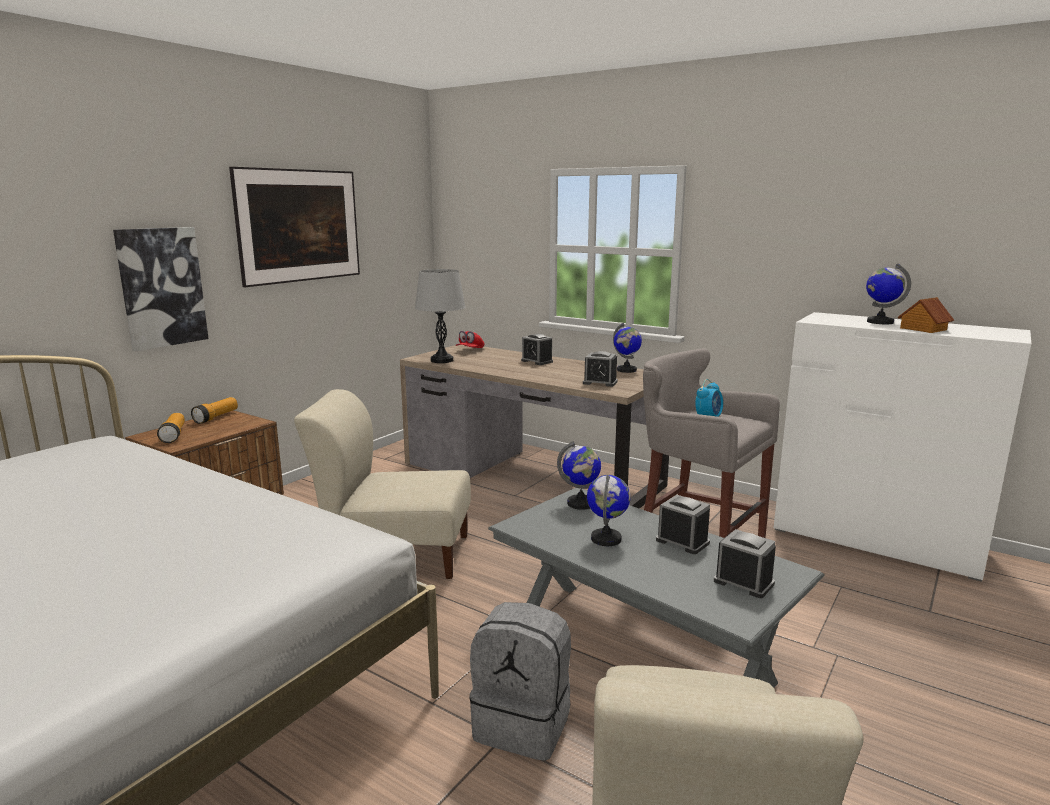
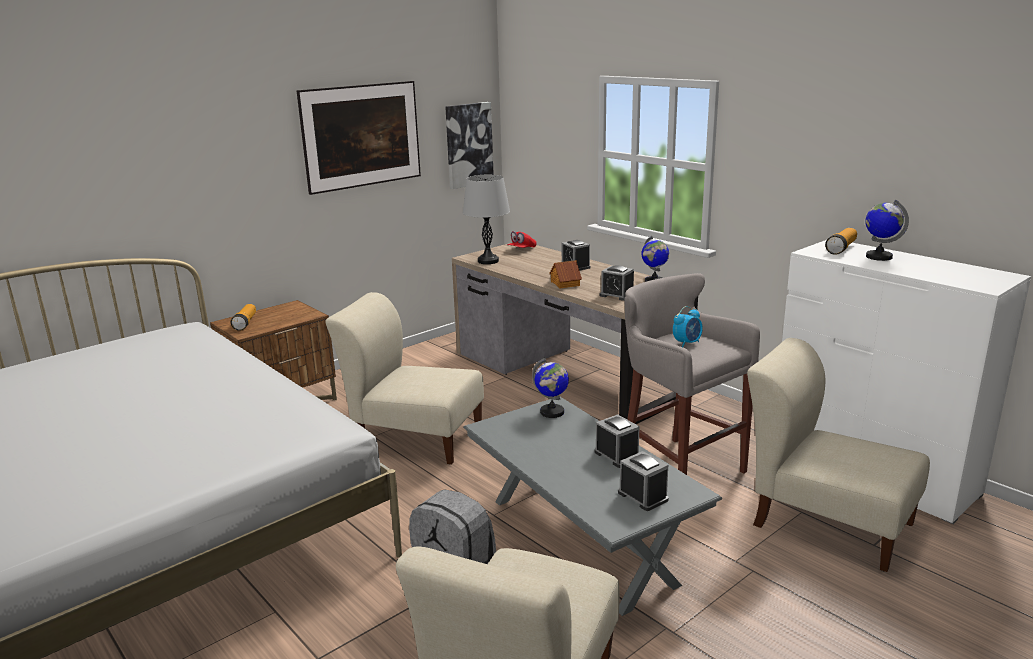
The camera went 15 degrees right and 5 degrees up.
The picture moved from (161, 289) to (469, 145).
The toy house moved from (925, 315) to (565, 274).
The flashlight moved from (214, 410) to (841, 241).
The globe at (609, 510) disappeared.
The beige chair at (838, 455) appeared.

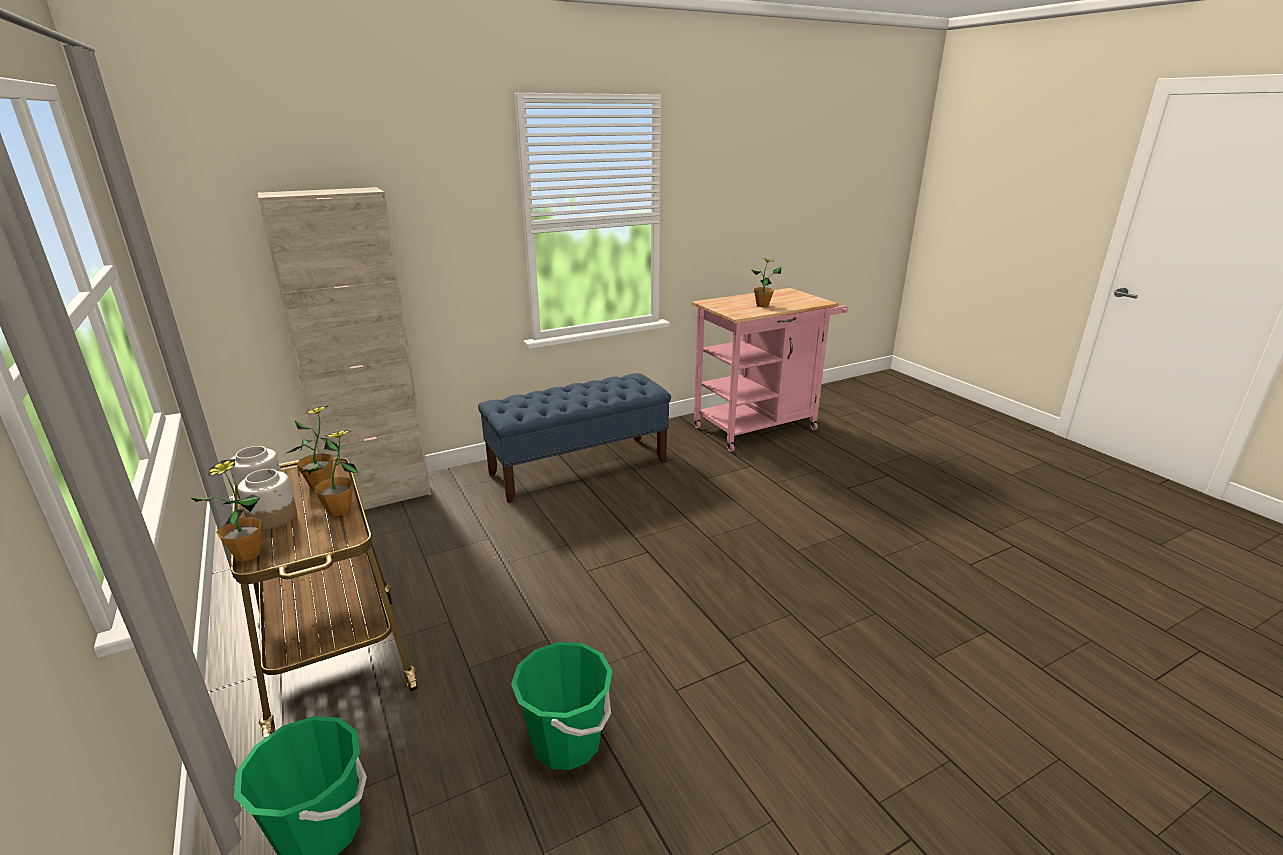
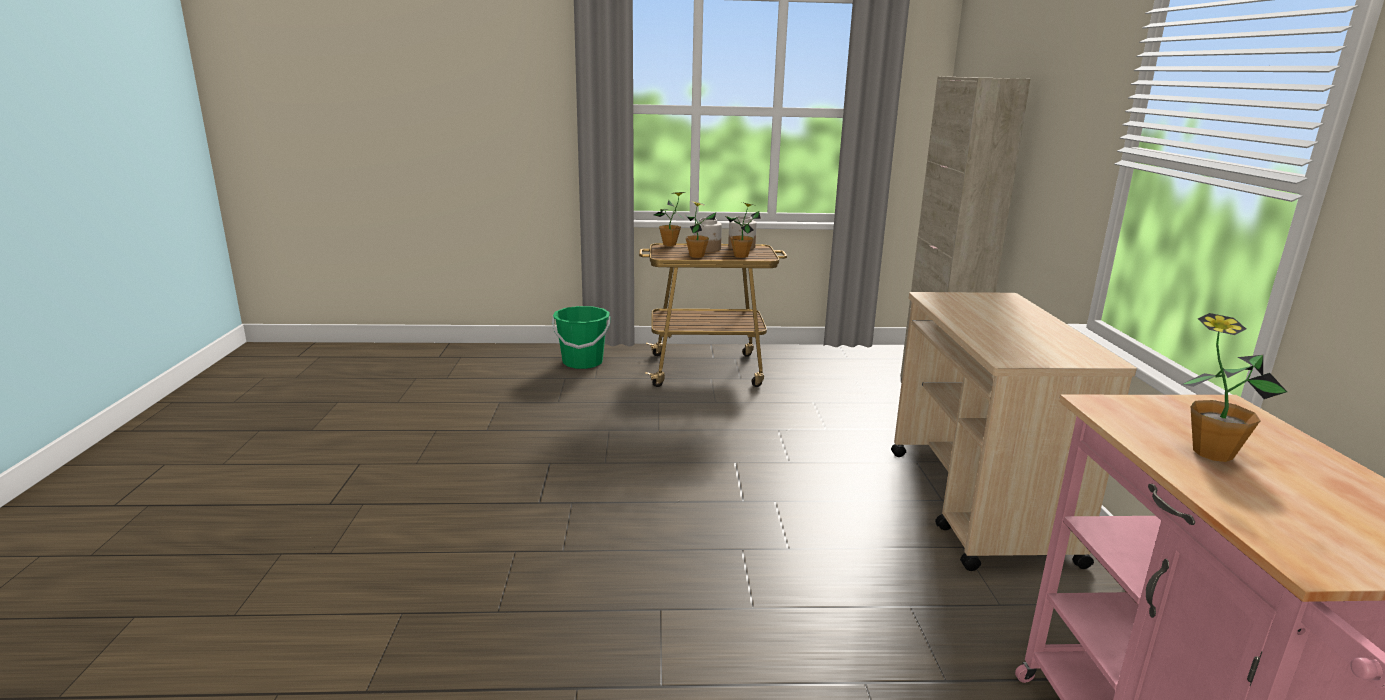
The camera went 115 degrees right and 5 degrees down.
The blue bench at (574, 438) was replaced by the beige cart at (1014, 431).
The green bucket at (561, 706) disappeared.

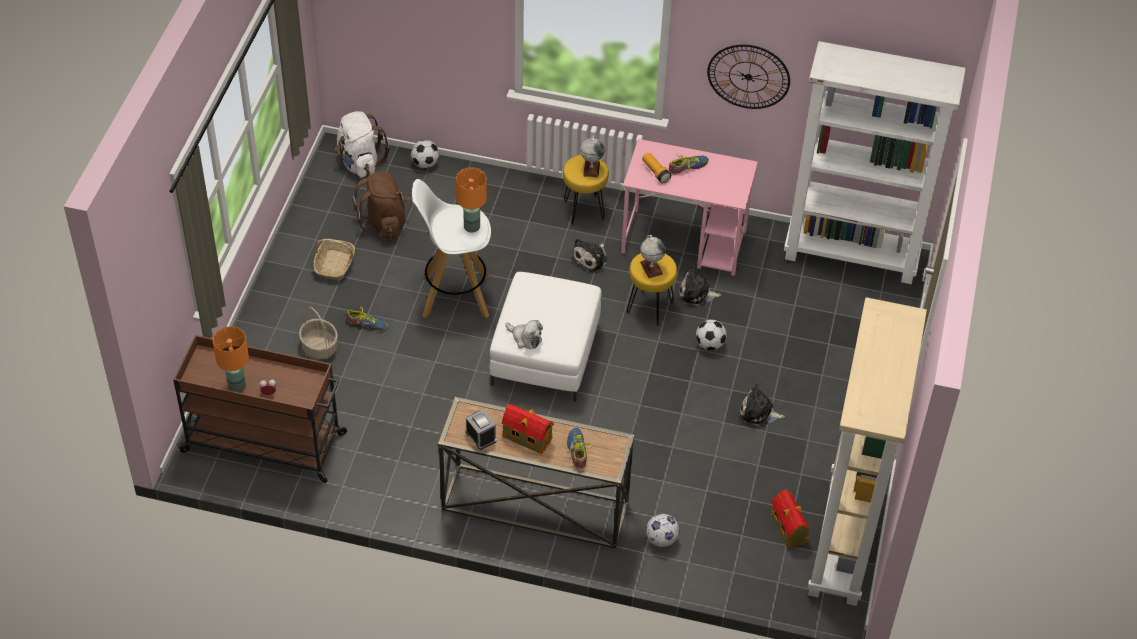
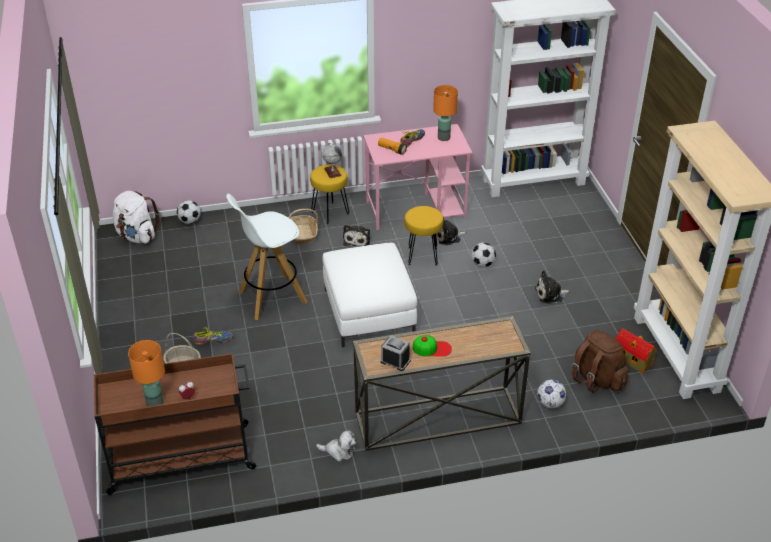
The camera went 25 degrees left and 10 degrees down.
The wall clock at (748, 76) disappeared.
The orange table lamp moved from (471, 199) to (445, 113).
The brown backpack moved from (381, 205) to (600, 361).
The globe at (653, 256) disappeared.
The basket moved from (334, 259) to (303, 226).
The plush toy moved from (524, 334) to (336, 446).
The toy house at (527, 429) was replaced by the cap at (432, 346).
The shoe at (580, 448) disappeared.

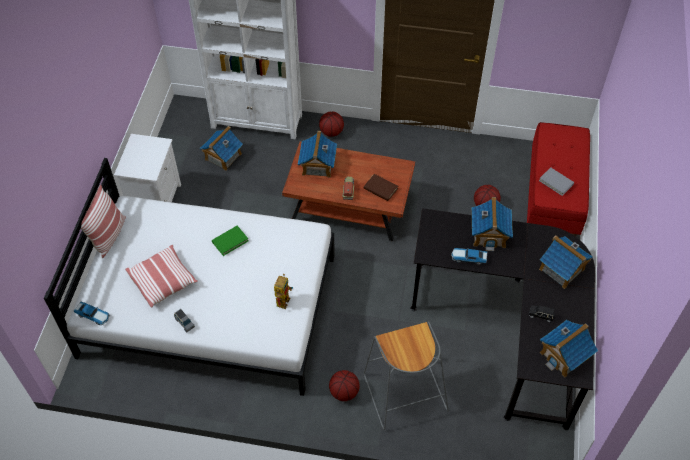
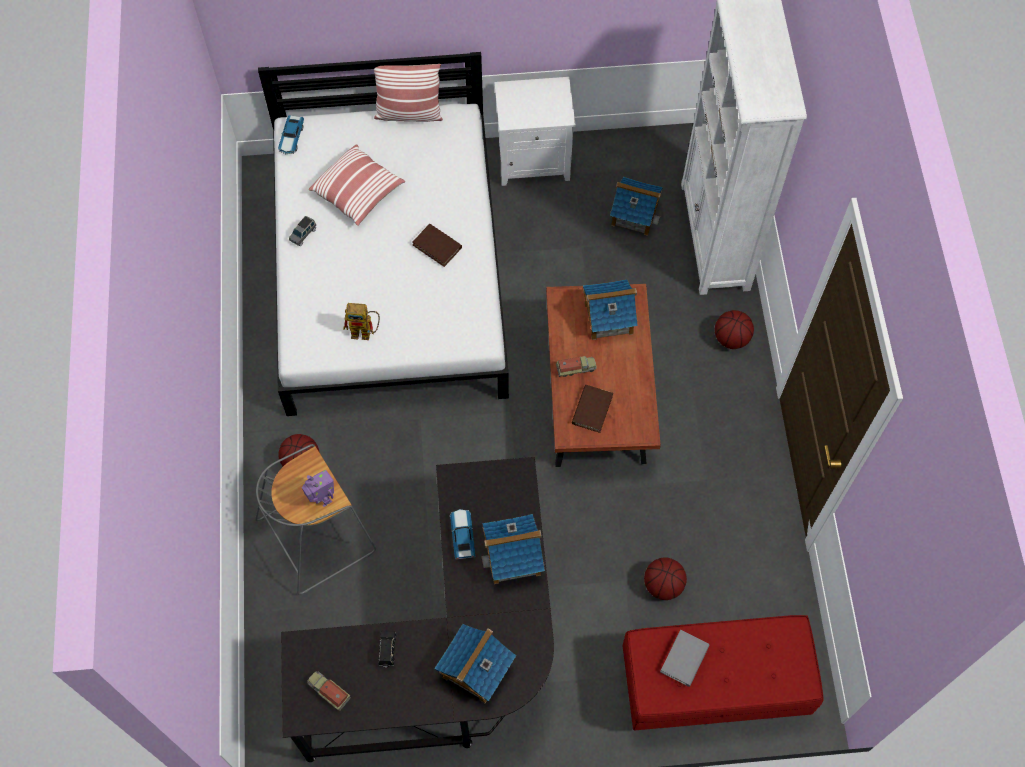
The camera went 75 degrees right and 10 degrees up.
The green book at (230, 241) became the brown book at (437, 245).
The toy house at (569, 349) was replaced by the toy truck at (329, 691).
The toy robot at (318, 488) appeared.

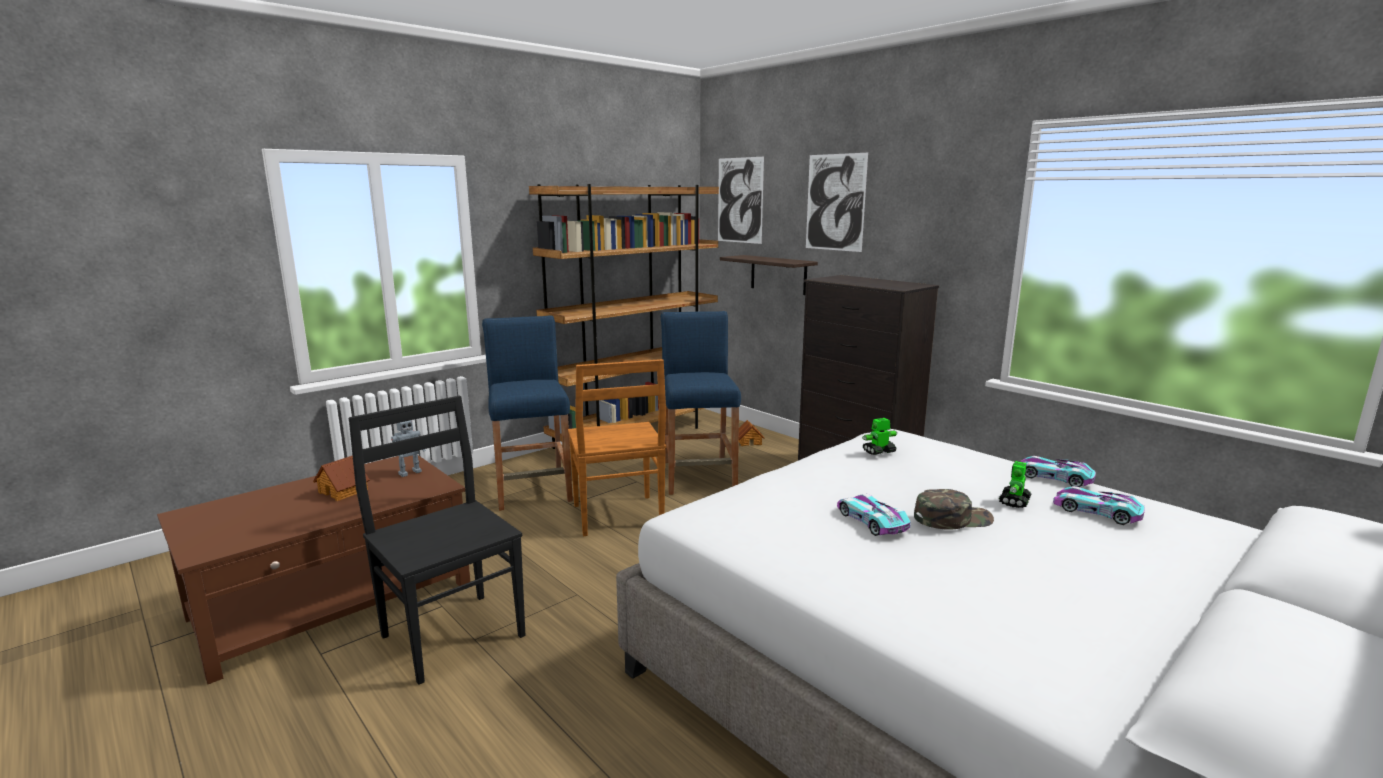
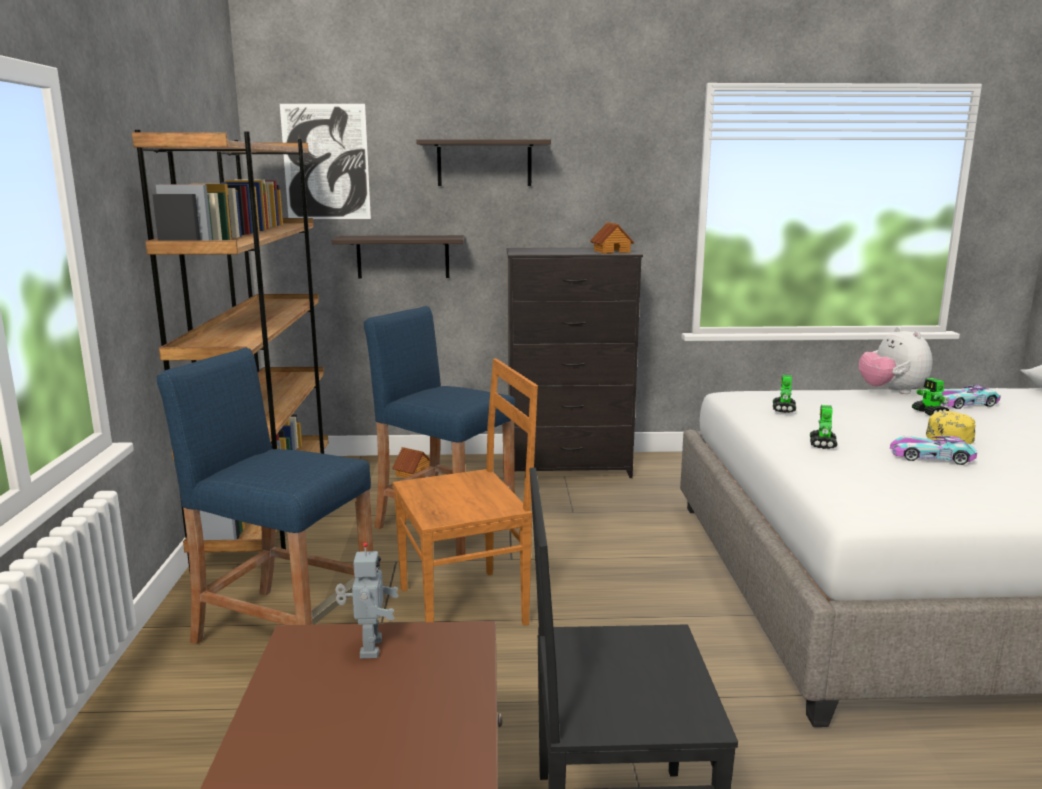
The camera went 50 degrees left and 0 degrees up.
The picture at (837, 202) was replaced by the shelf at (483, 162).
The brown chair at (617, 447) turned 45 degrees counterclockwise.
The toy house moved from (341, 478) to (612, 237).
The toy car at (1058, 471) was replaced by the plush toy at (896, 360).
The green cap at (954, 509) became the yellow cap at (950, 427).
The toy robot at (823, 427) appeared.

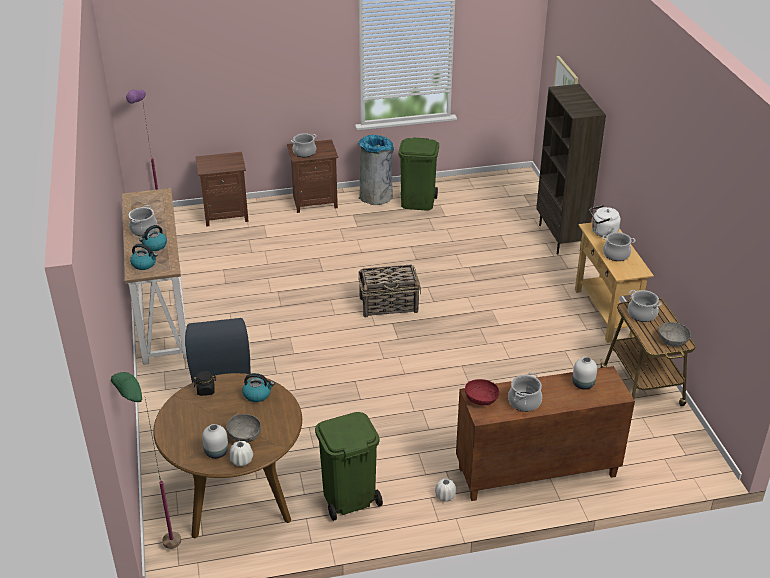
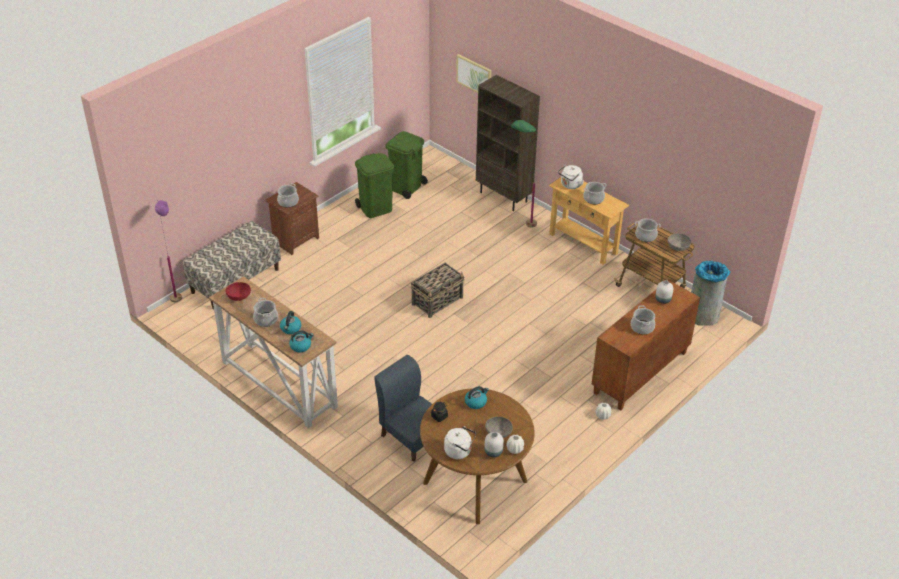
The camera went 35 degrees left and 5 degrees up.
The grey trash can moved from (376, 170) to (711, 293).
The brown nightstand at (222, 189) was replaced by the bench at (232, 265).
The green floor lamp moved from (146, 460) to (524, 174).
The red bowl moved from (482, 392) to (238, 291).
The green trash can moved from (349, 466) to (406, 165).
The white kettle at (460, 442) appeared.

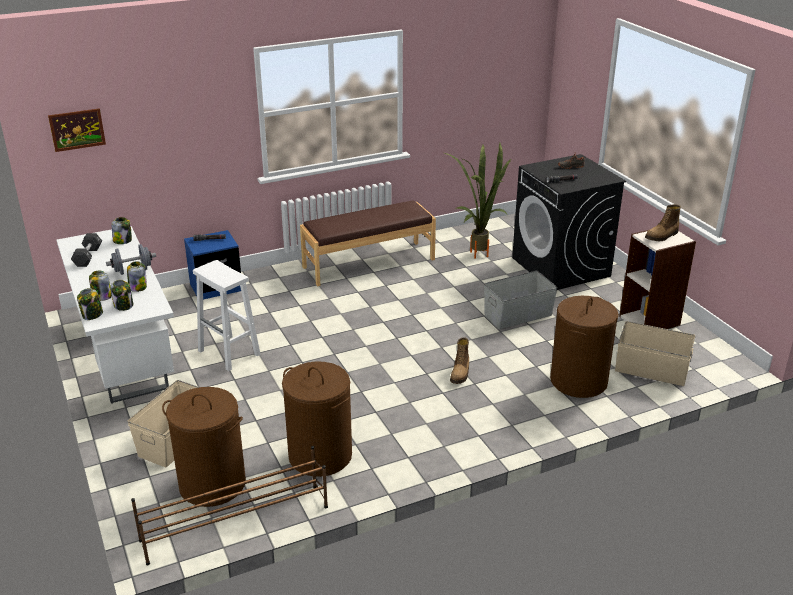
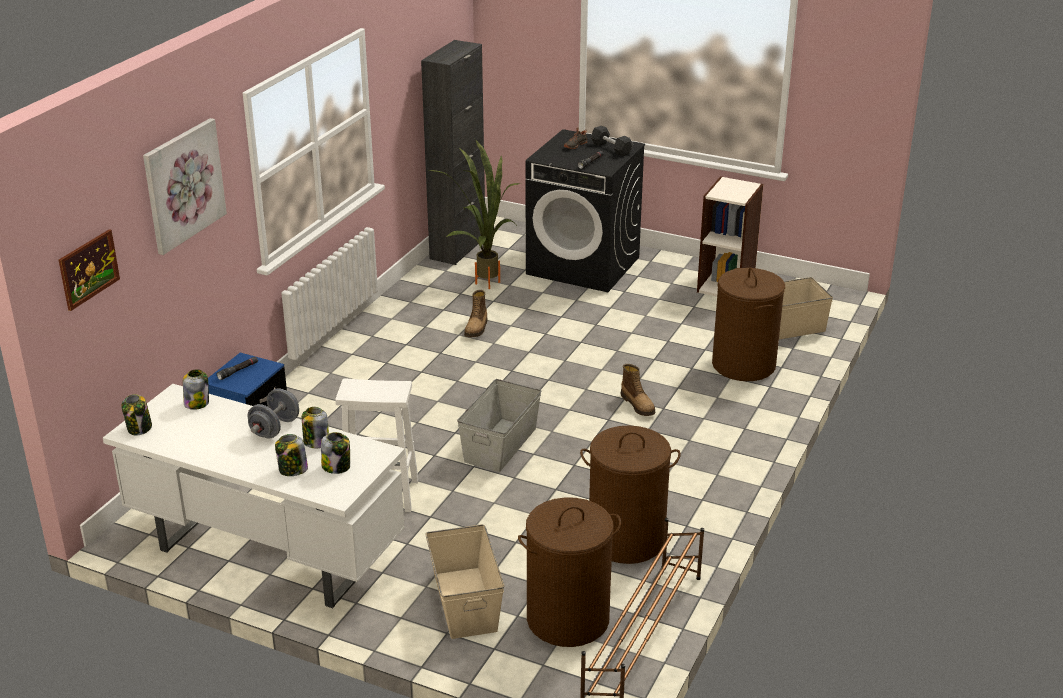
The camera went 40 degrees left and 0 degrees up.
The brown bench at (368, 243) disappeared.
The boot moved from (663, 222) to (475, 313).
The black dumbbell moved from (86, 250) to (612, 141).
The grey storage box moved from (521, 300) to (499, 425).
The jar moved from (90, 304) to (136, 415).
The black cabinet at (453, 152) appeared.
The picture at (185, 186) appeared.

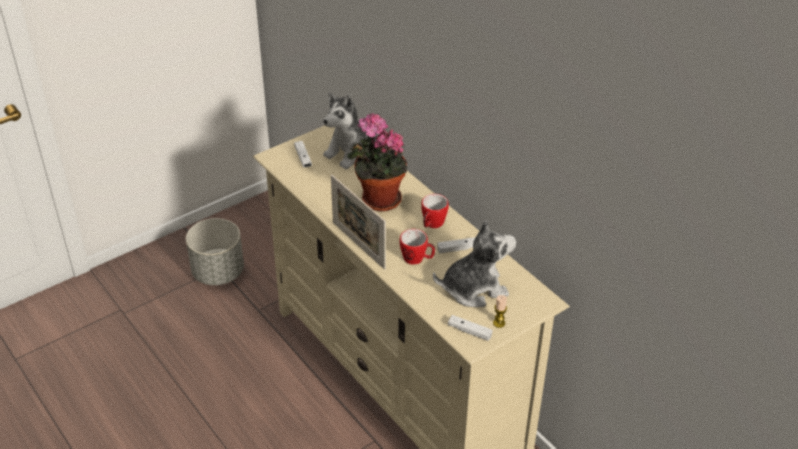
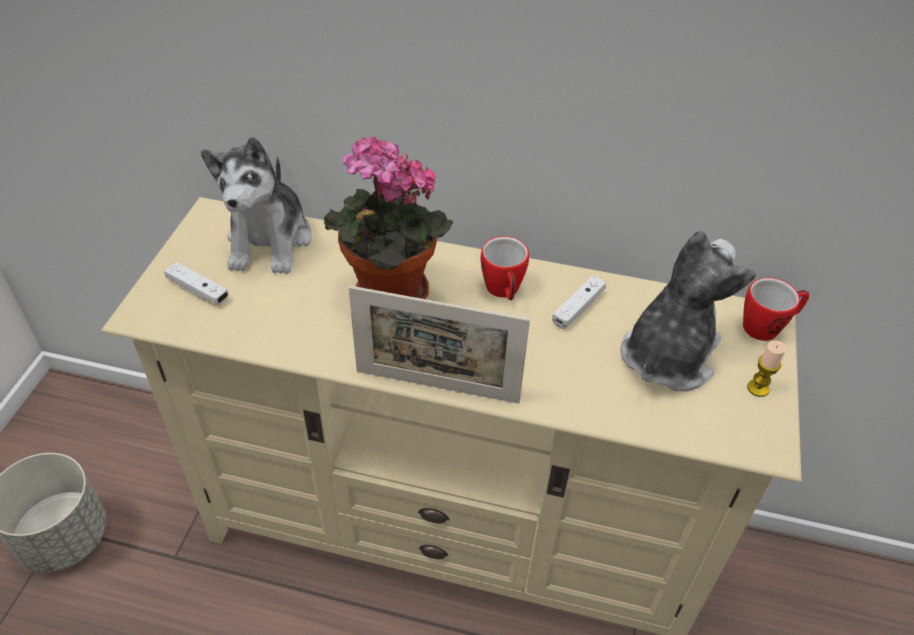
The camera went 40 degrees left and 5 degrees up.
The mug moved from (417, 247) to (776, 309).
The white game controller at (470, 328) disappeared.

